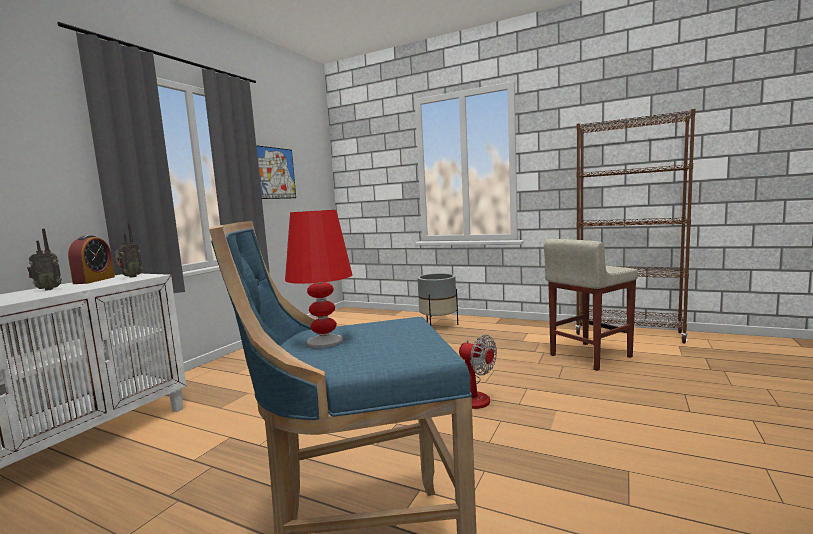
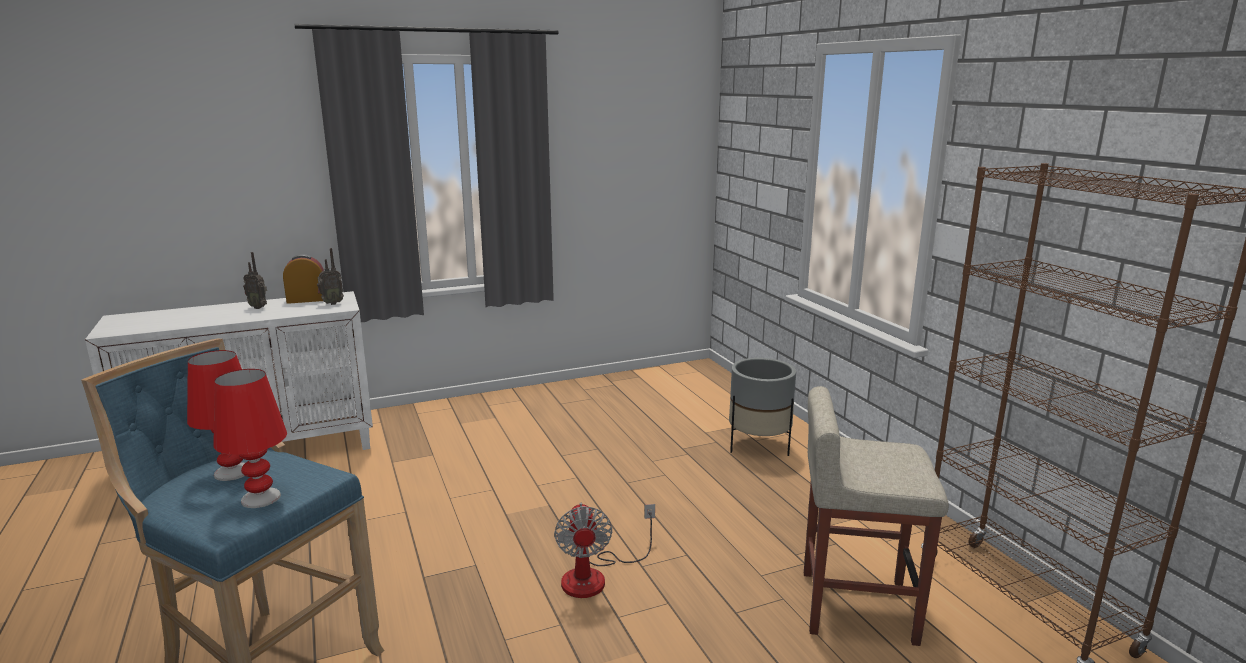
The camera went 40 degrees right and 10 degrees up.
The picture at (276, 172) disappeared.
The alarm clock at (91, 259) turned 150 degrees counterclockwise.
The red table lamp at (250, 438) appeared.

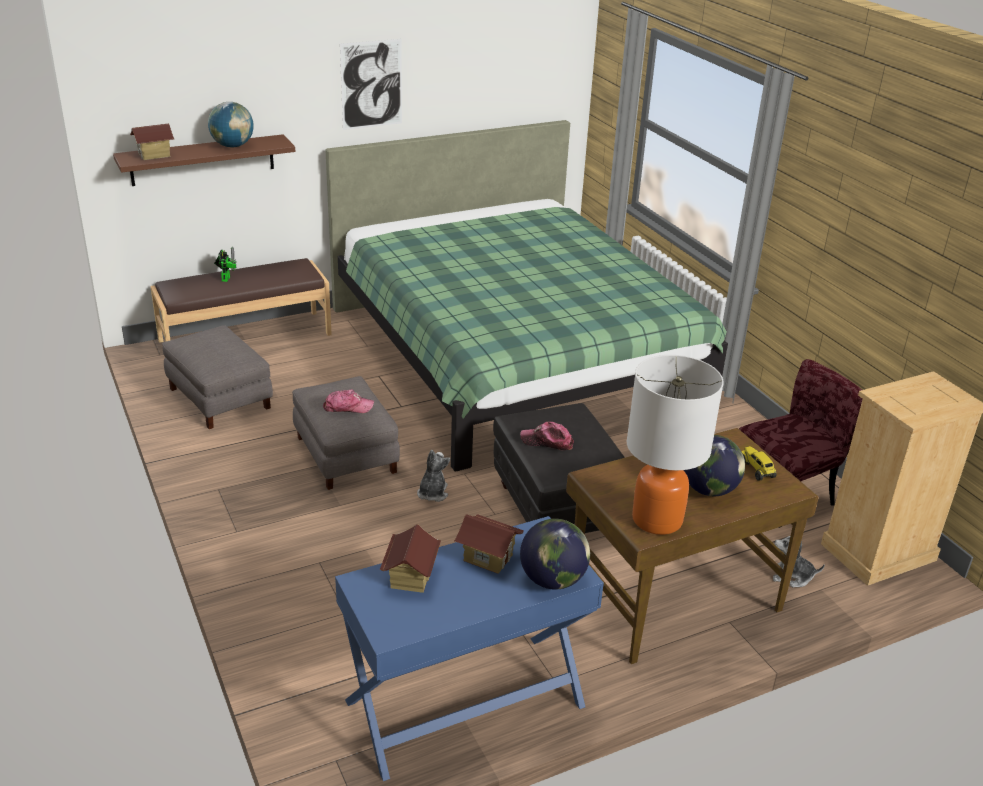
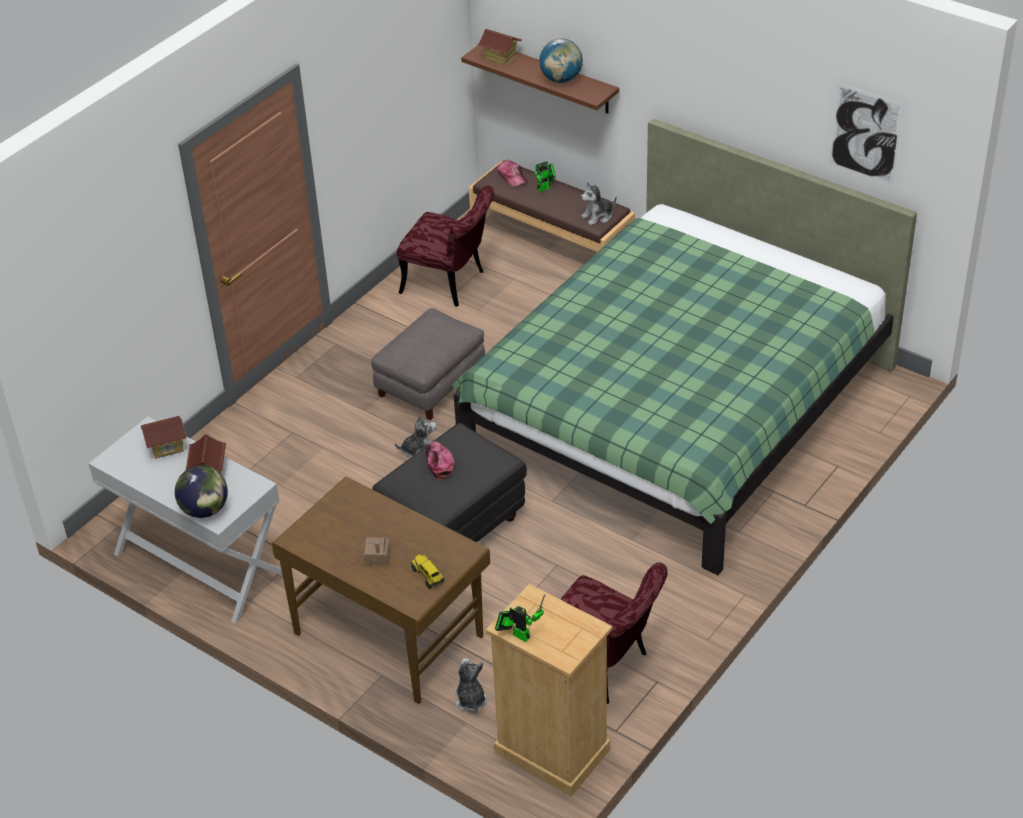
The camera went 65 degrees right and 10 degrees up.
The picture moved from (371, 84) to (866, 134).
The grey ottoman at (217, 377) was replaced by the red chair at (445, 246).
The table lamp at (675, 445) disappeared.
The cap moved from (348, 401) to (512, 173).
The globe at (714, 465) was replaced by the toy house at (377, 551).
The toy truck at (759, 463) turned 75 degrees counterclockwise.
The blue console table at (469, 648) became the white console table at (185, 520).
The plush toy at (599, 203) appeared.
The toy robot at (520, 618) appeared.

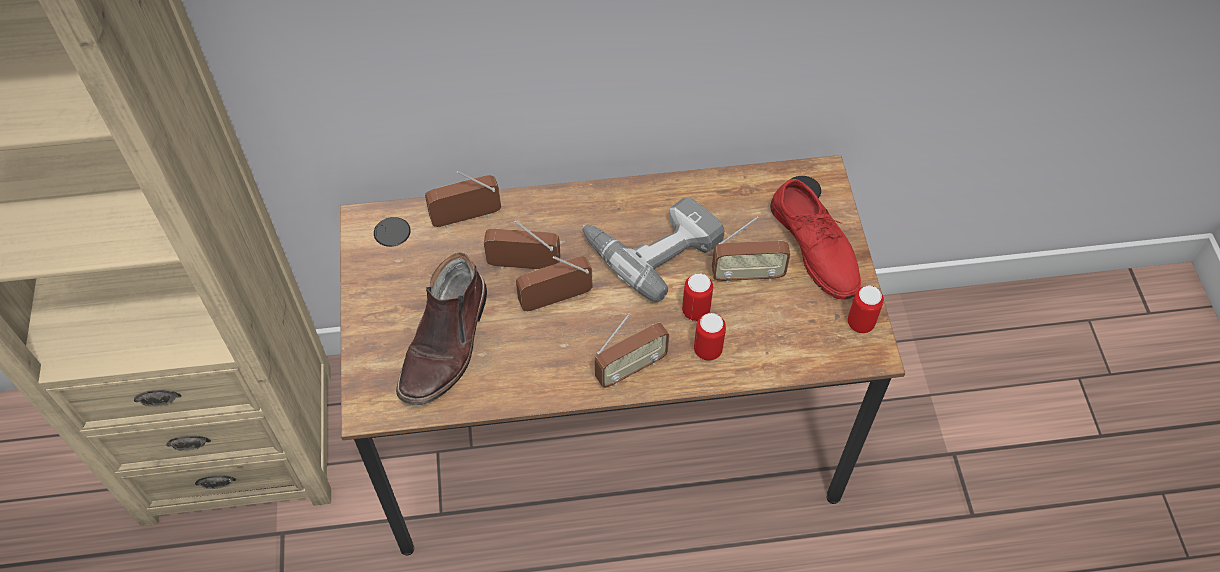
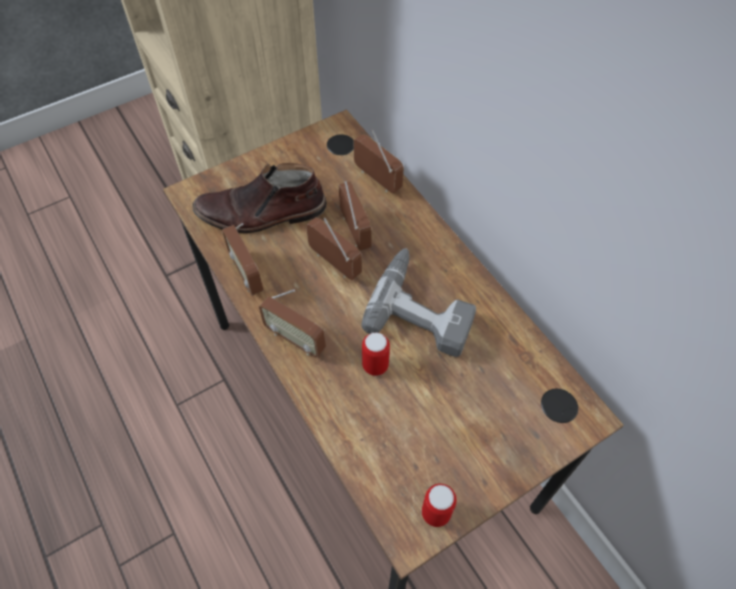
The camera went 65 degrees right and 0 degrees up.
The red shoe at (815, 239) disappeared.
The radio moved from (751, 250) to (242, 259).
The can at (710, 337) disappeared.

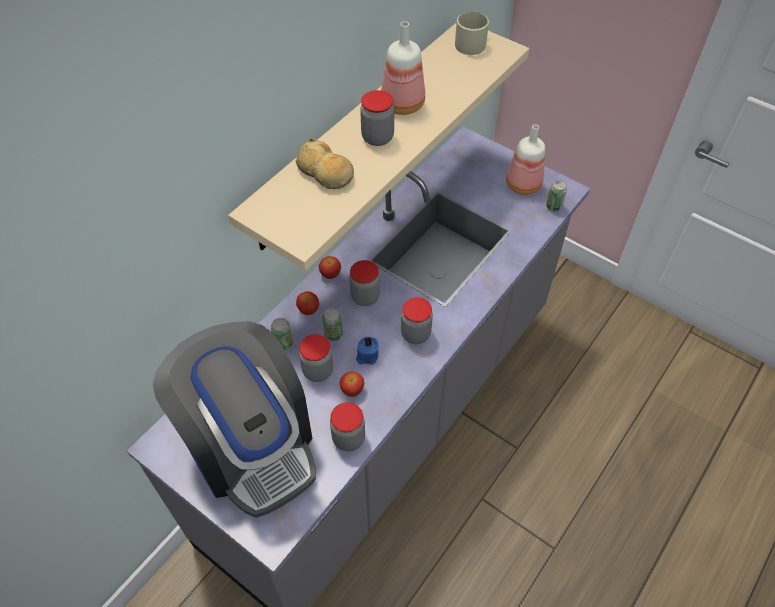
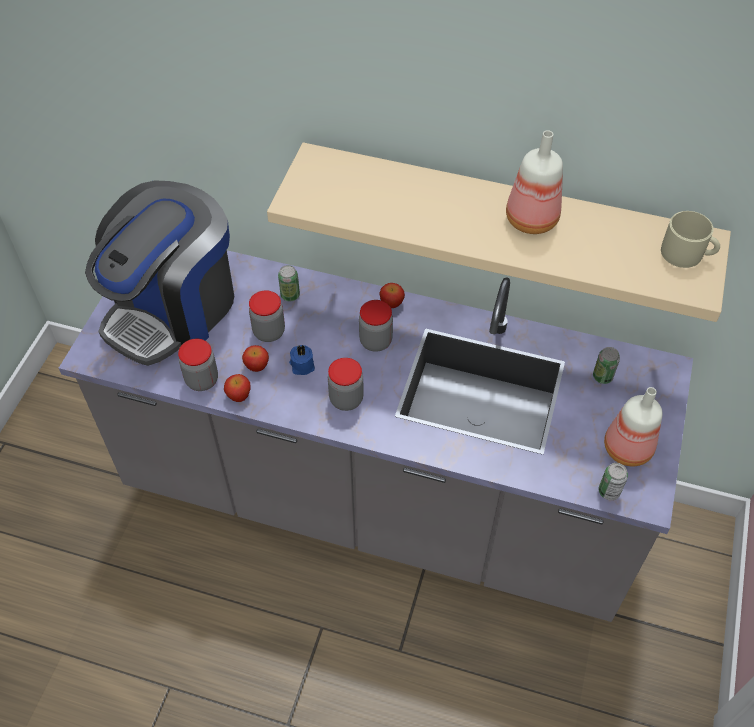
The camera went 70 degrees right and 0 degrees up.
The jar at (377, 118) disappeared.
The bread at (325, 164) disappeared.
The apple moved from (307, 303) to (237, 388).
The can moved from (333, 324) to (606, 365).

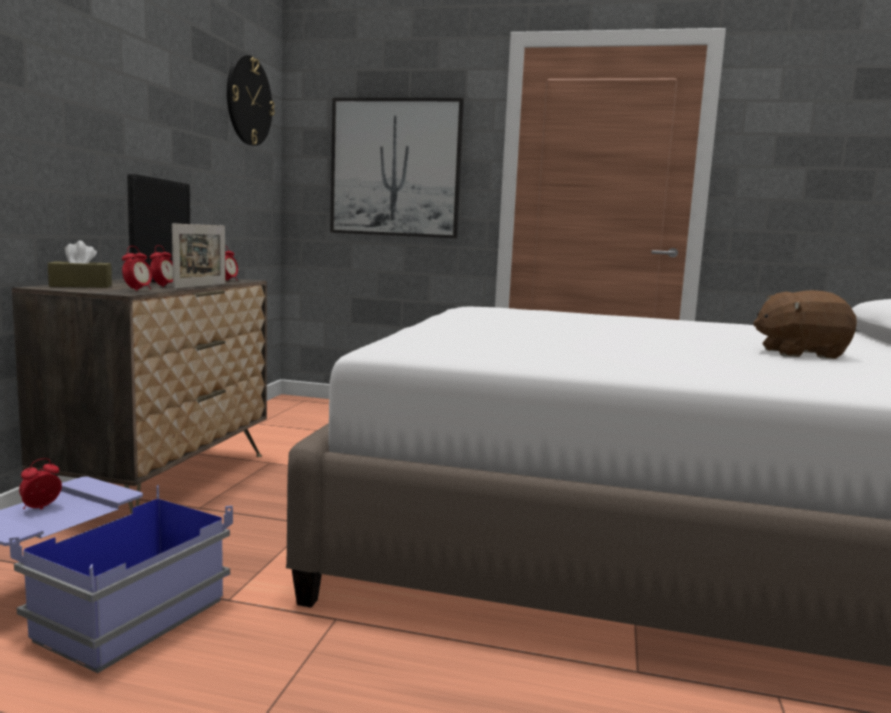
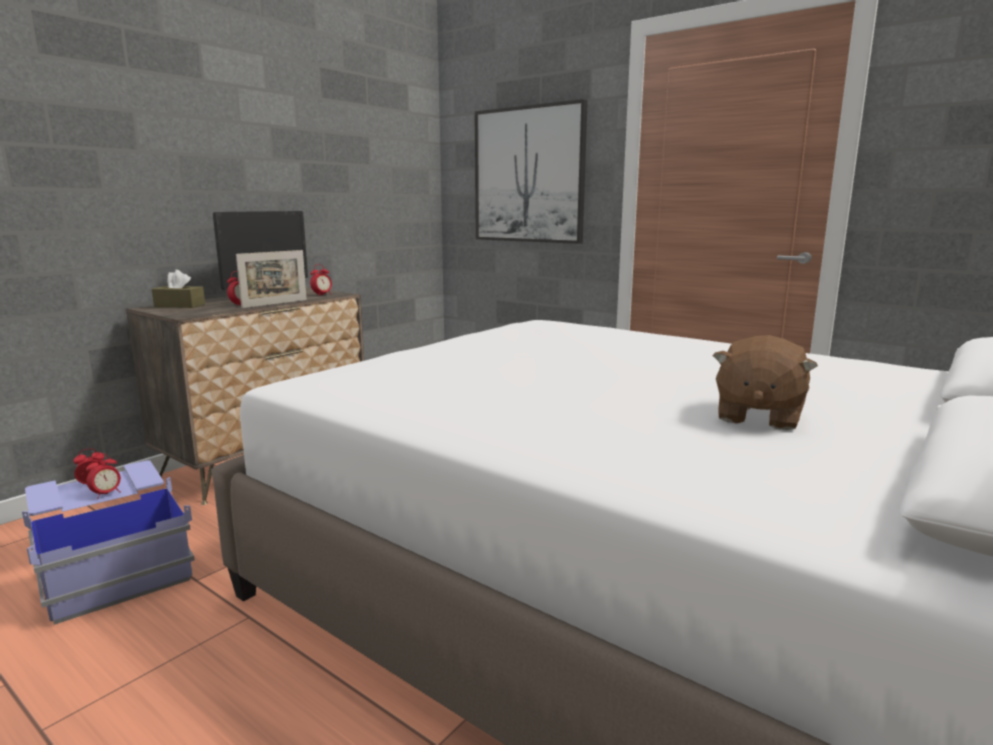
The camera went 25 degrees right and 5 degrees up.
The wall clock at (251, 100) disappeared.
The alarm clock moved from (137, 268) to (103, 476).
The brown plush toy at (805, 324) turned 90 degrees counterclockwise.

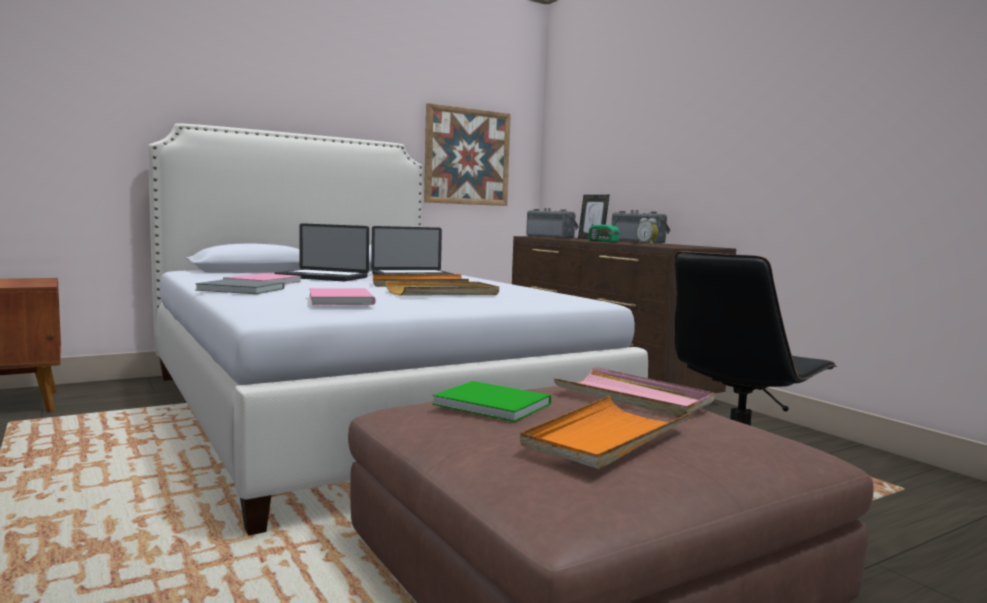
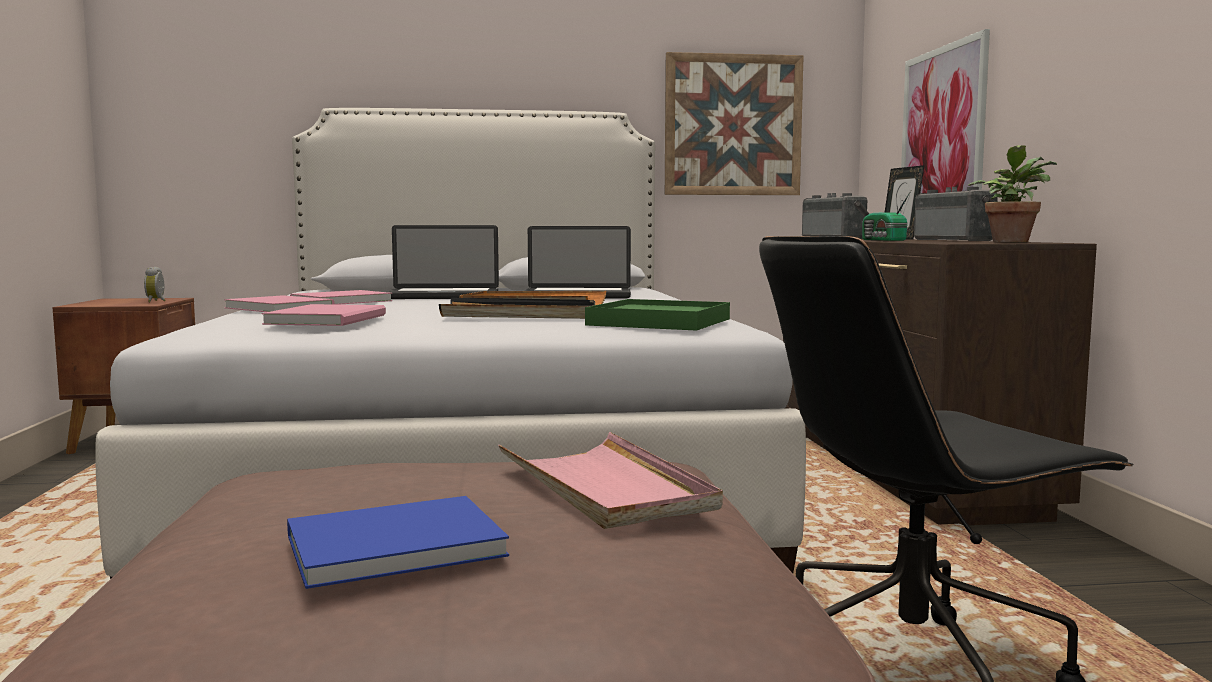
The camera went 25 degrees right and 0 degrees up.
The alarm clock moved from (647, 231) to (155, 284).
The laptop at (321, 252) turned 45 degrees counterclockwise.
The grey book at (240, 286) became the pink book at (279, 303).
The beige tray at (442, 288) became the black tray at (517, 308).
The green book at (491, 401) disappeared.
The orange tray at (605, 432) was replaced by the blue book at (398, 542).
The picture at (945, 111) appeared.
The potted plant at (1012, 193) appeared.
The green tray at (657, 314) appeared.

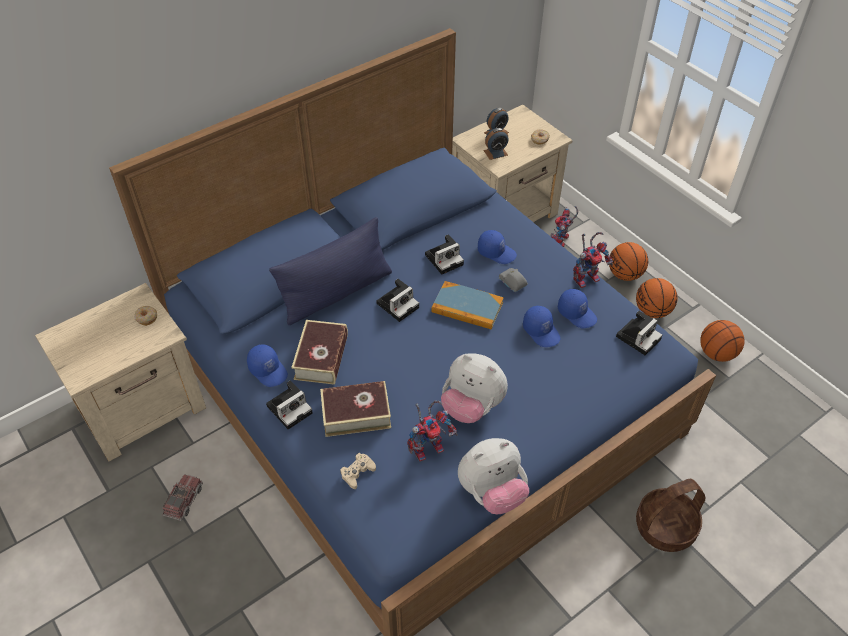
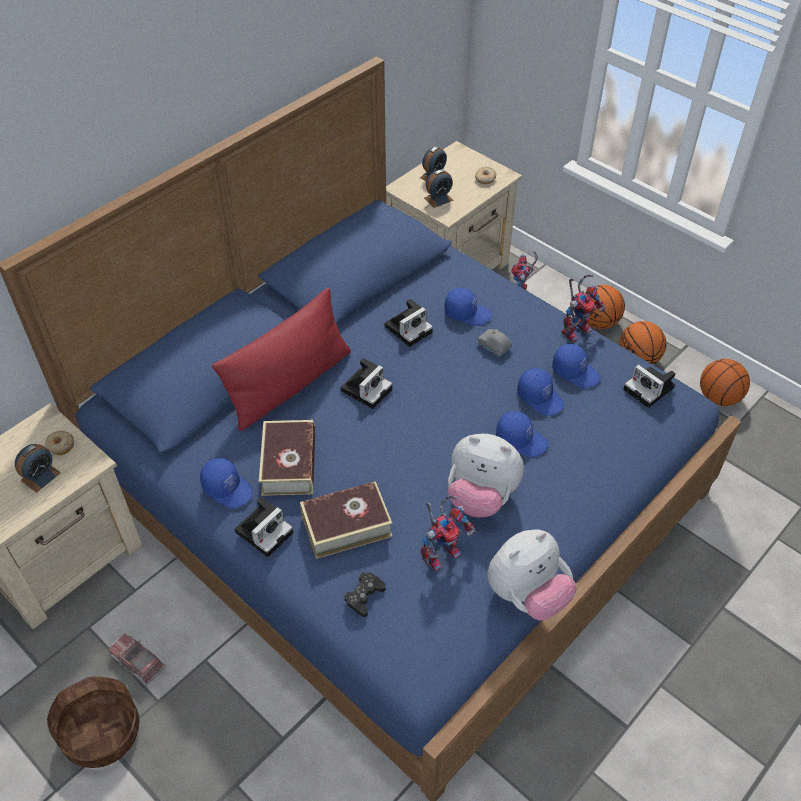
The camera went 10 degrees left and 0 degrees up.
The blue pillow at (330, 271) became the red pillow at (281, 359).
The book at (467, 305) disappeared.
The photo camera at (639, 333) turned 105 degrees clockwise.
The beige game controller at (358, 471) became the black game controller at (364, 594).
The toy truck at (182, 497) turned 60 degrees counterclockwise.
The basket moved from (671, 515) to (93, 722).
The blue cap at (522, 434) appeared.
The alarm clock at (38, 468) appeared.

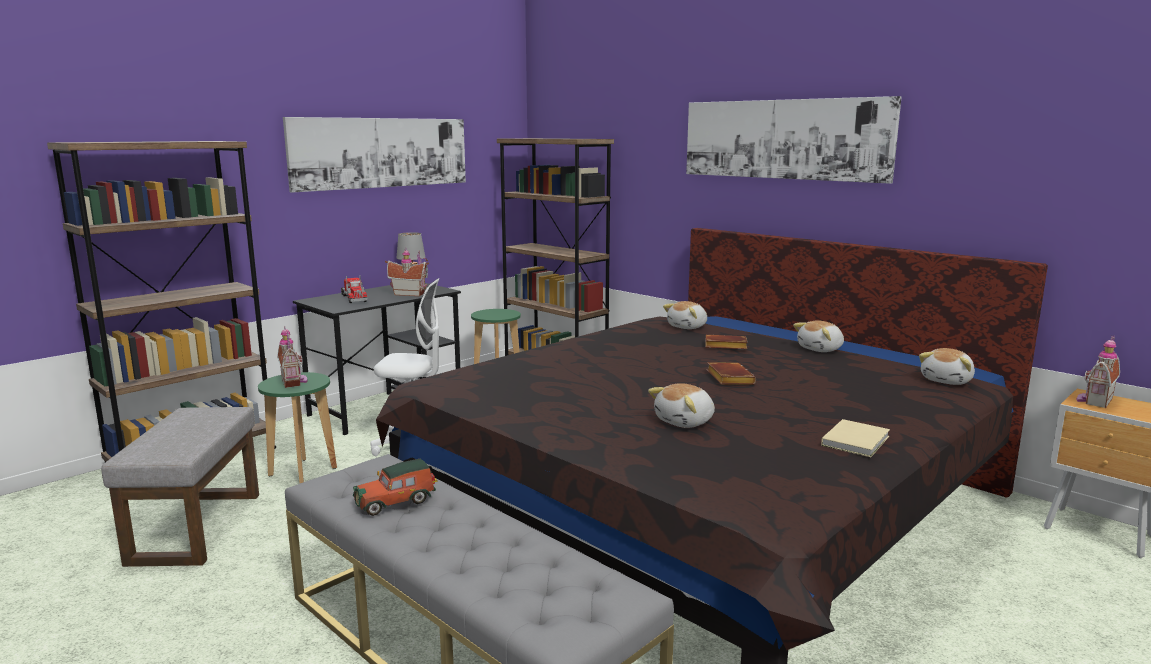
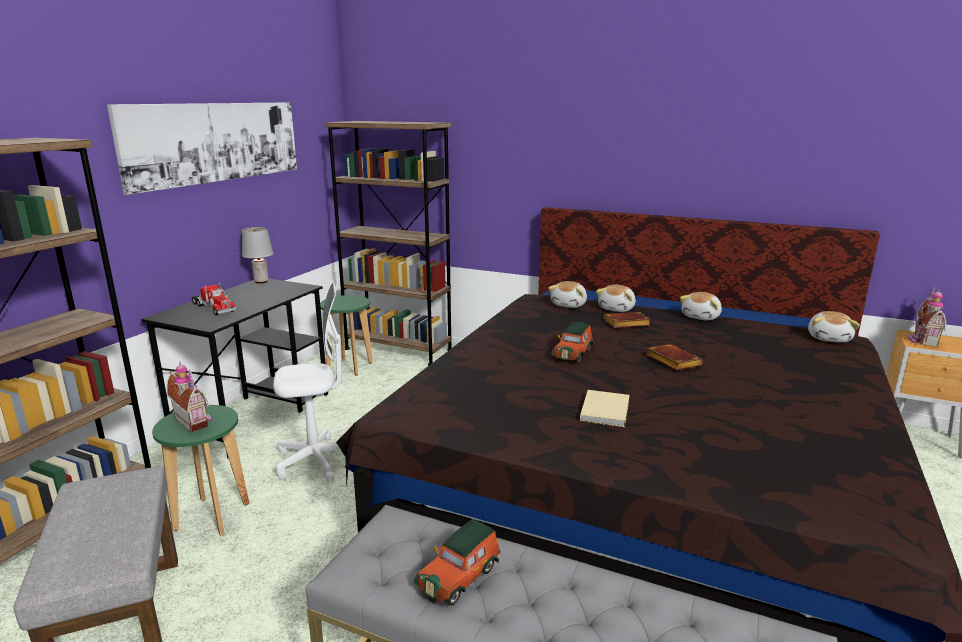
The camera went 20 degrees left and 5 degrees up.
The picture at (794, 140) disappeared.
The toy house at (407, 272) disappeared.
The plush toy moved from (681, 405) to (616, 298).
The beige book moved from (855, 438) to (604, 408).
The toy car at (572, 342) appeared.

